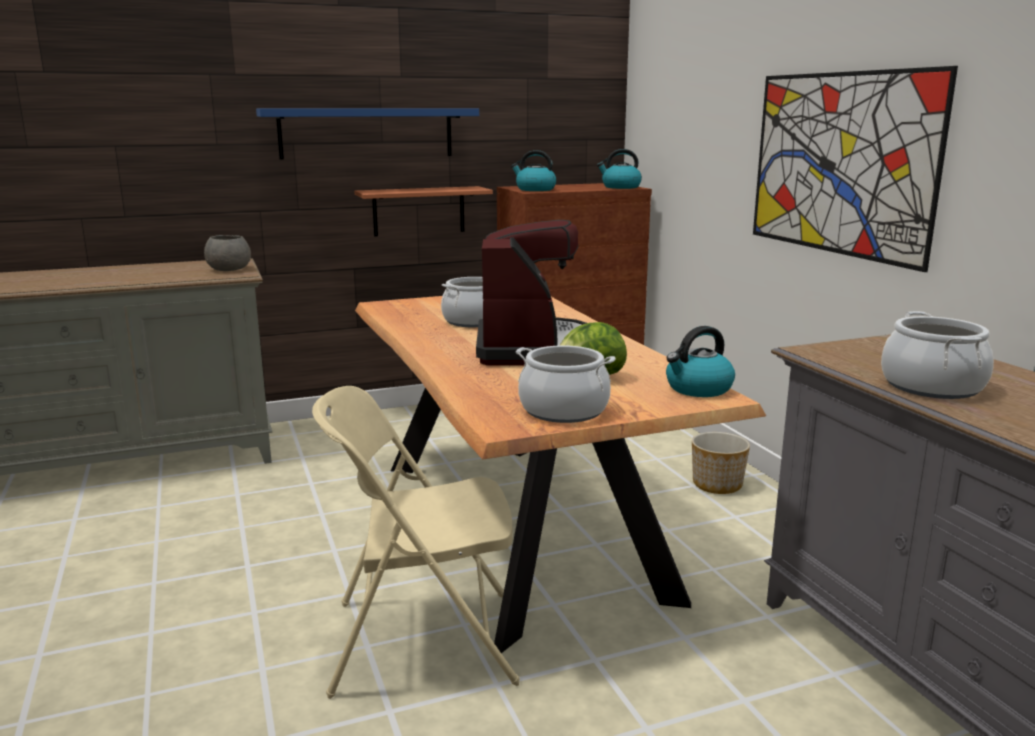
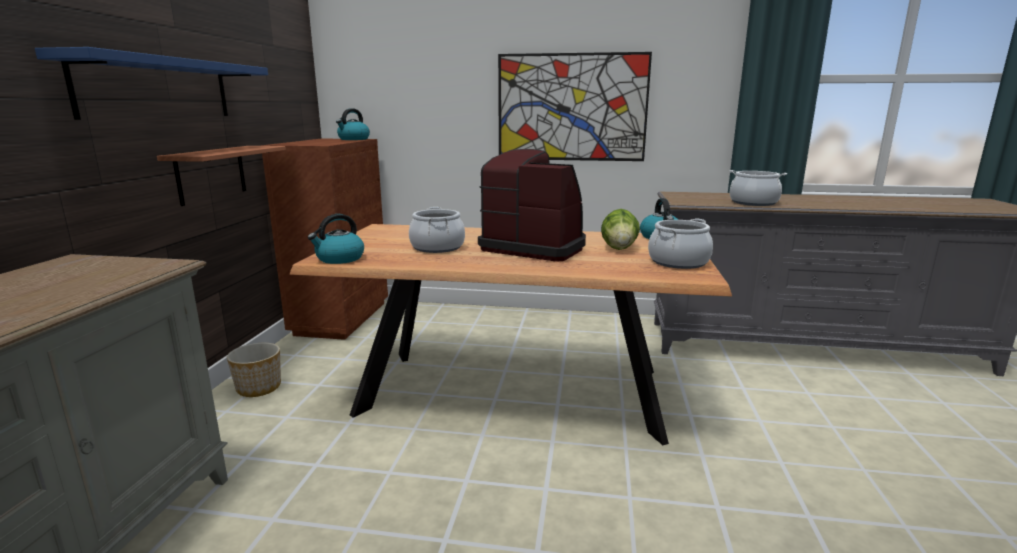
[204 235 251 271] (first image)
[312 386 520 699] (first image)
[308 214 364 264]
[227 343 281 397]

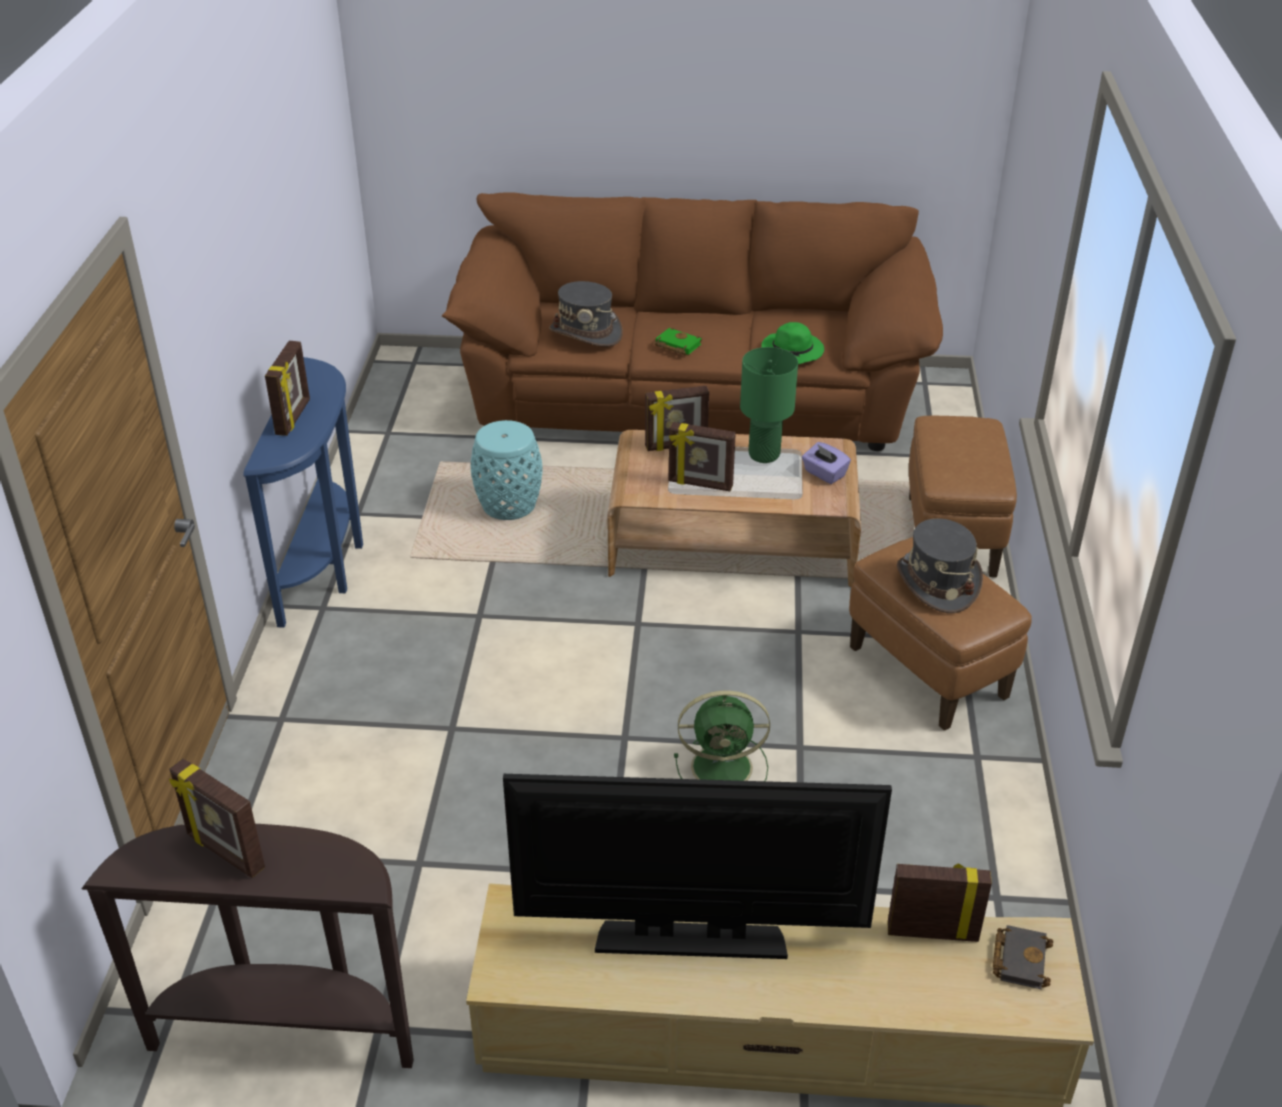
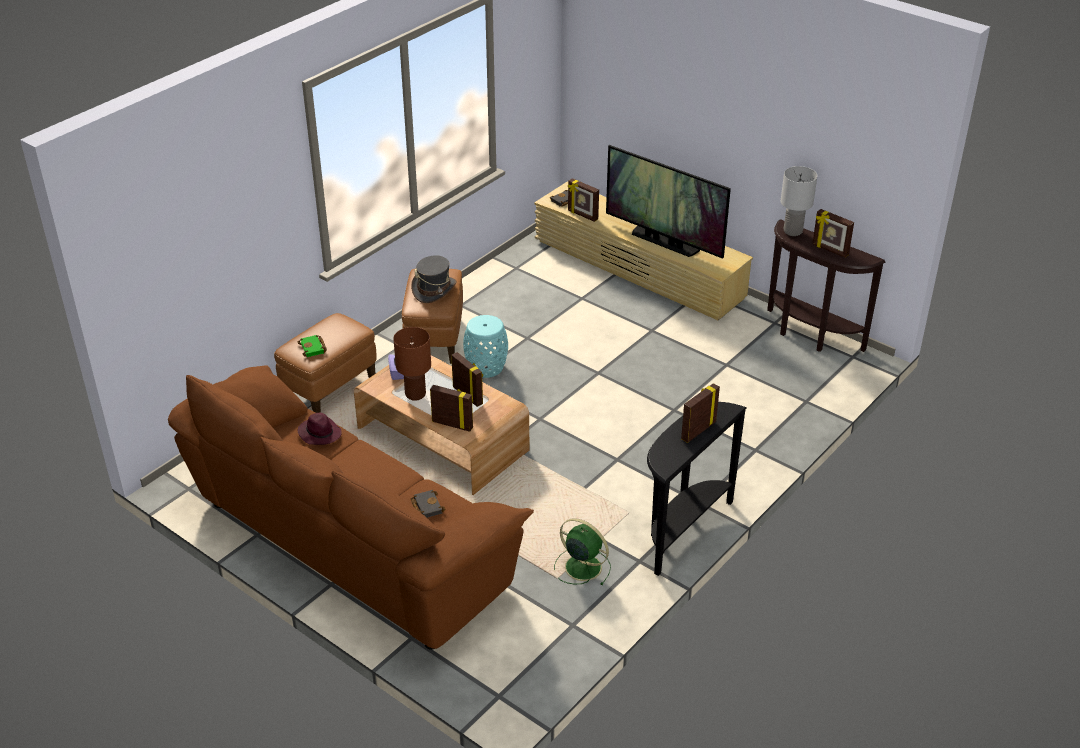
[812 209 854 258]
[647 402 747 576]
[463 315 508 378]
[410 490 446 518]
[298 335 327 357]
[554 518 611 586]
[393 327 431 401]
[298 413 342 445]
[781 166 817 236]

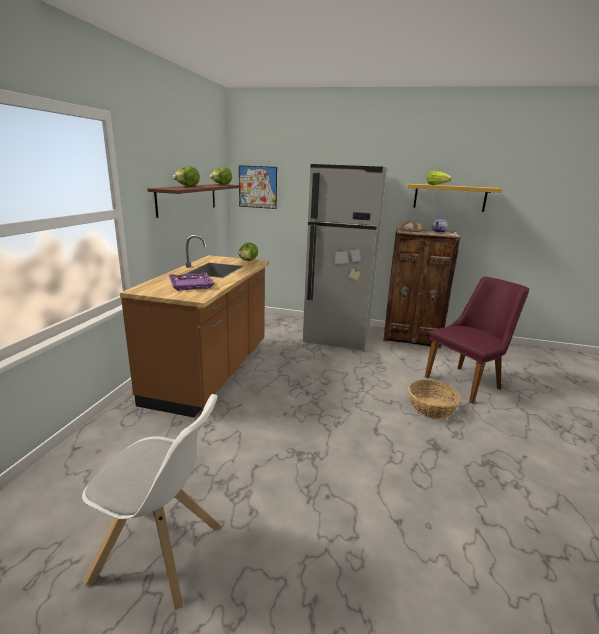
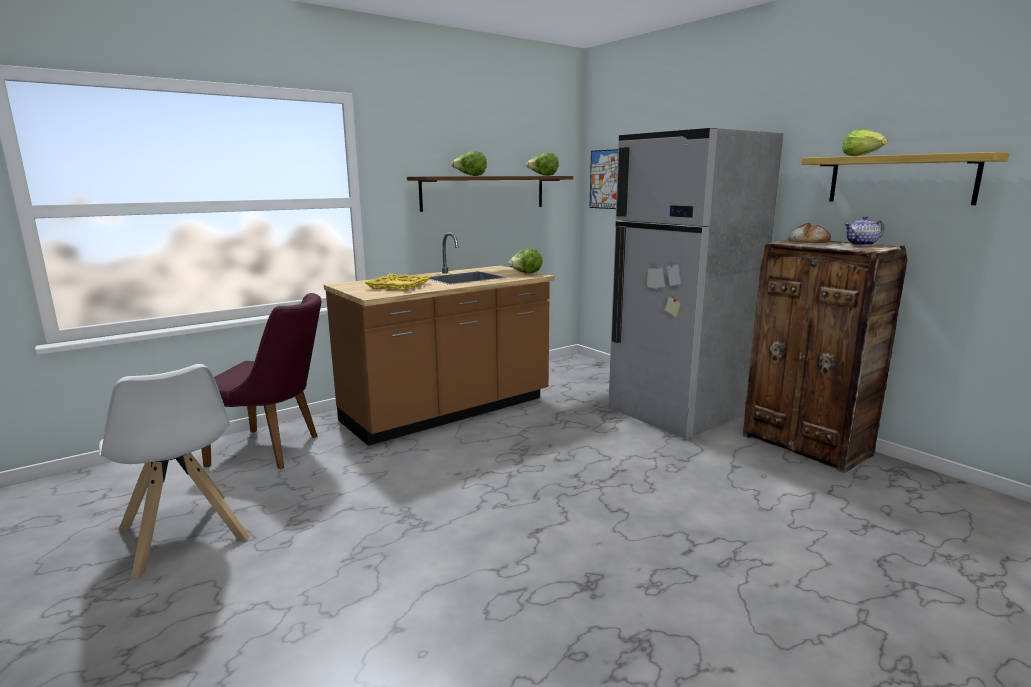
[364 274 432 291]
[408 380 461 419] (first image)
[201 293 321 469]

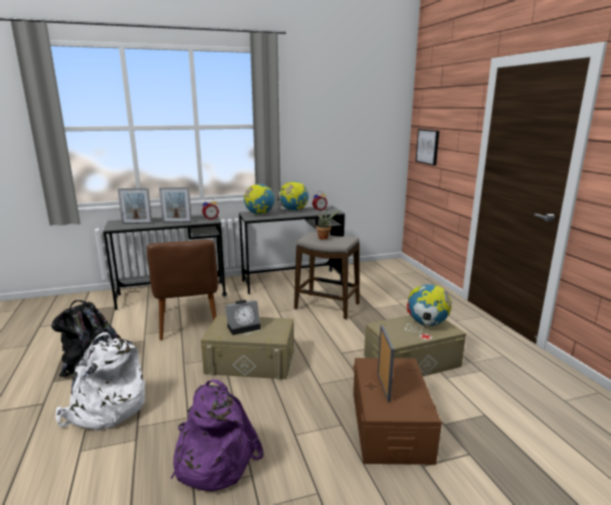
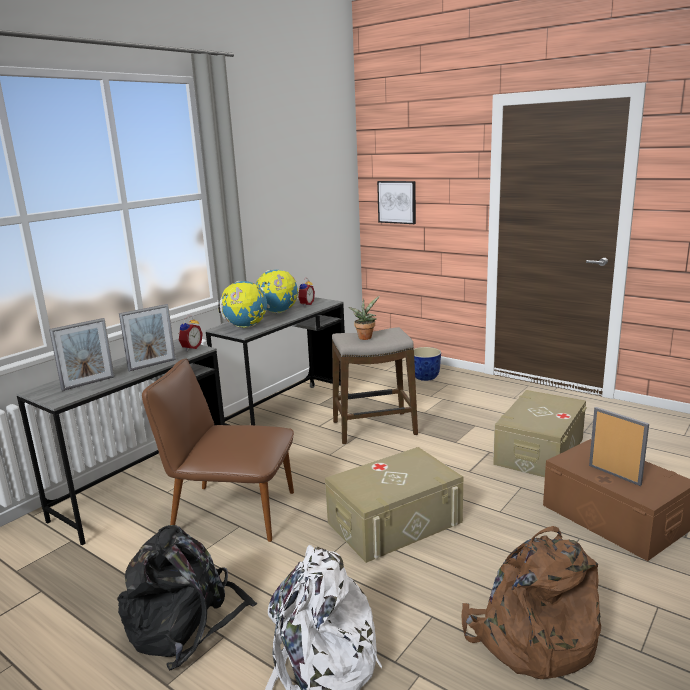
[142 359 294 542]
[462 526 601 679]
[225 300 261 335] (first image)
[407 284 452 326] (first image)
[414 347 441 381]

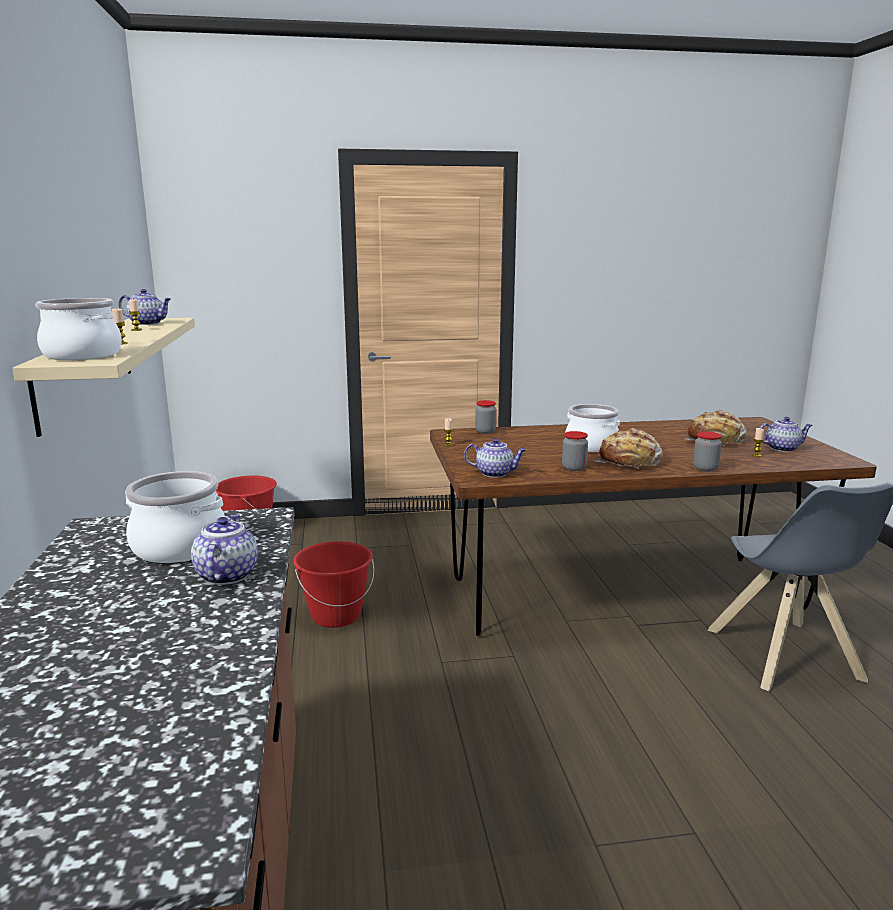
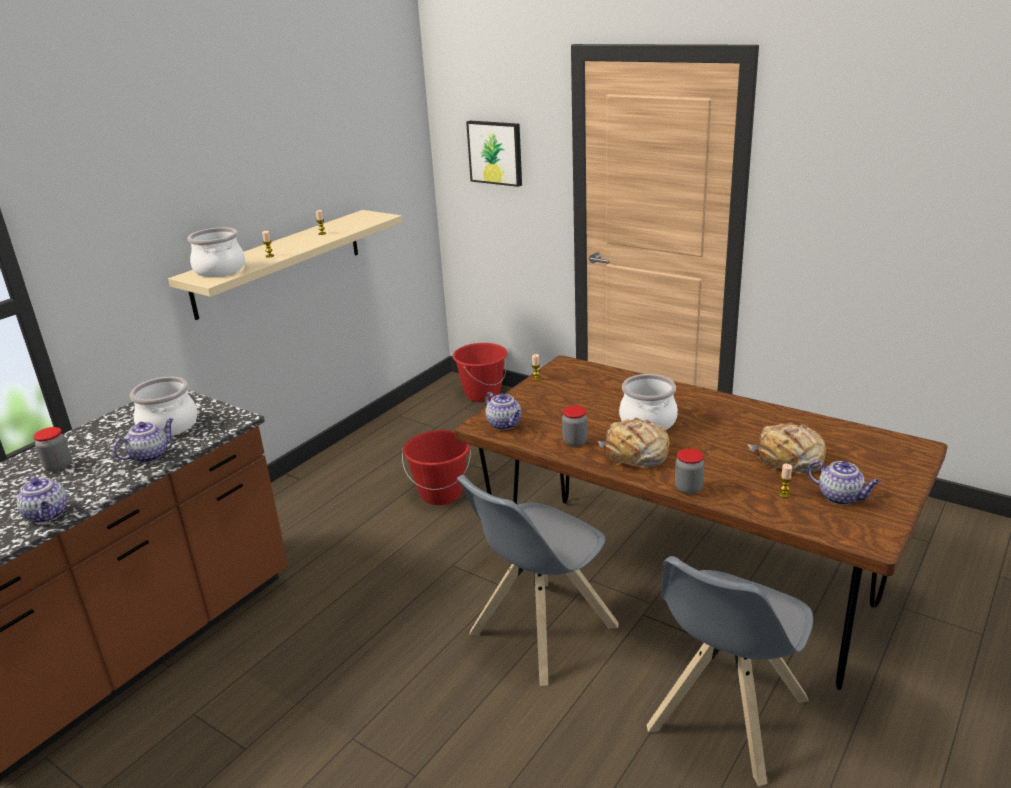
[17 474 68 523]
[33 427 72 472]
[457 475 619 686]
[466 121 522 187]

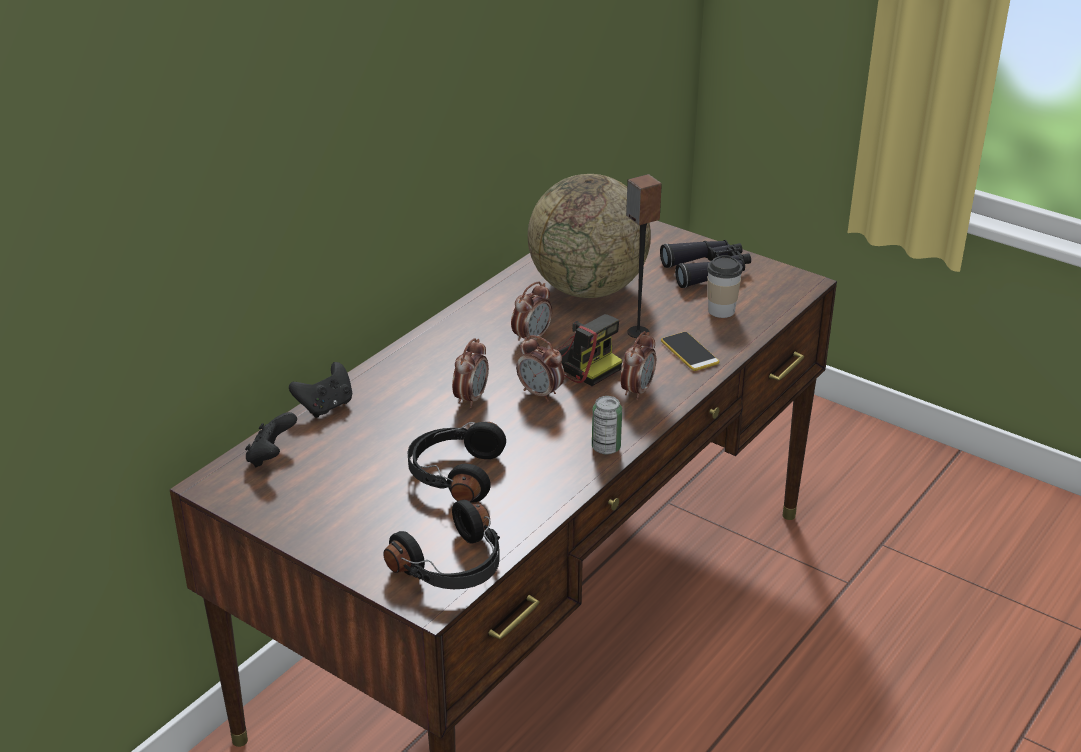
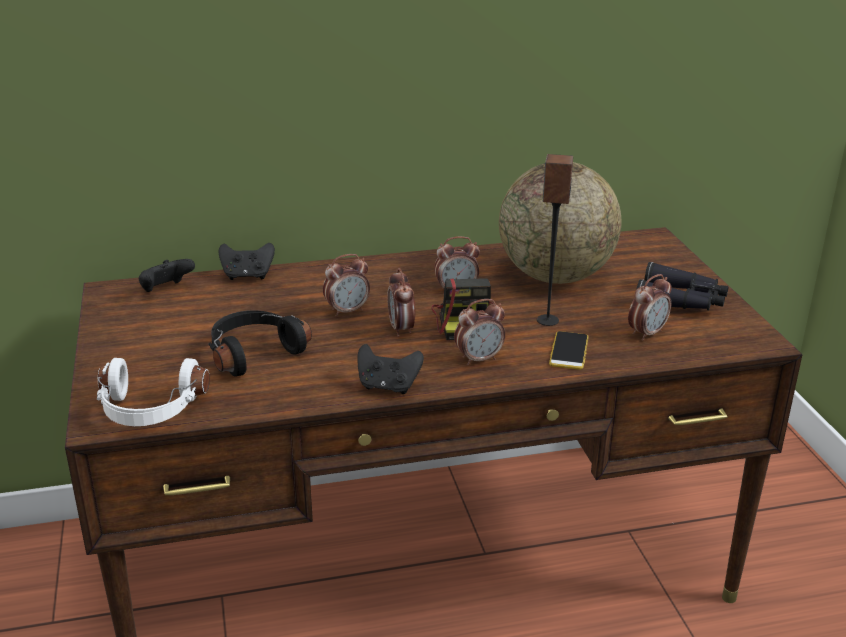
[97 358 210 426]
[357 344 424 394]
[628 274 672 341]

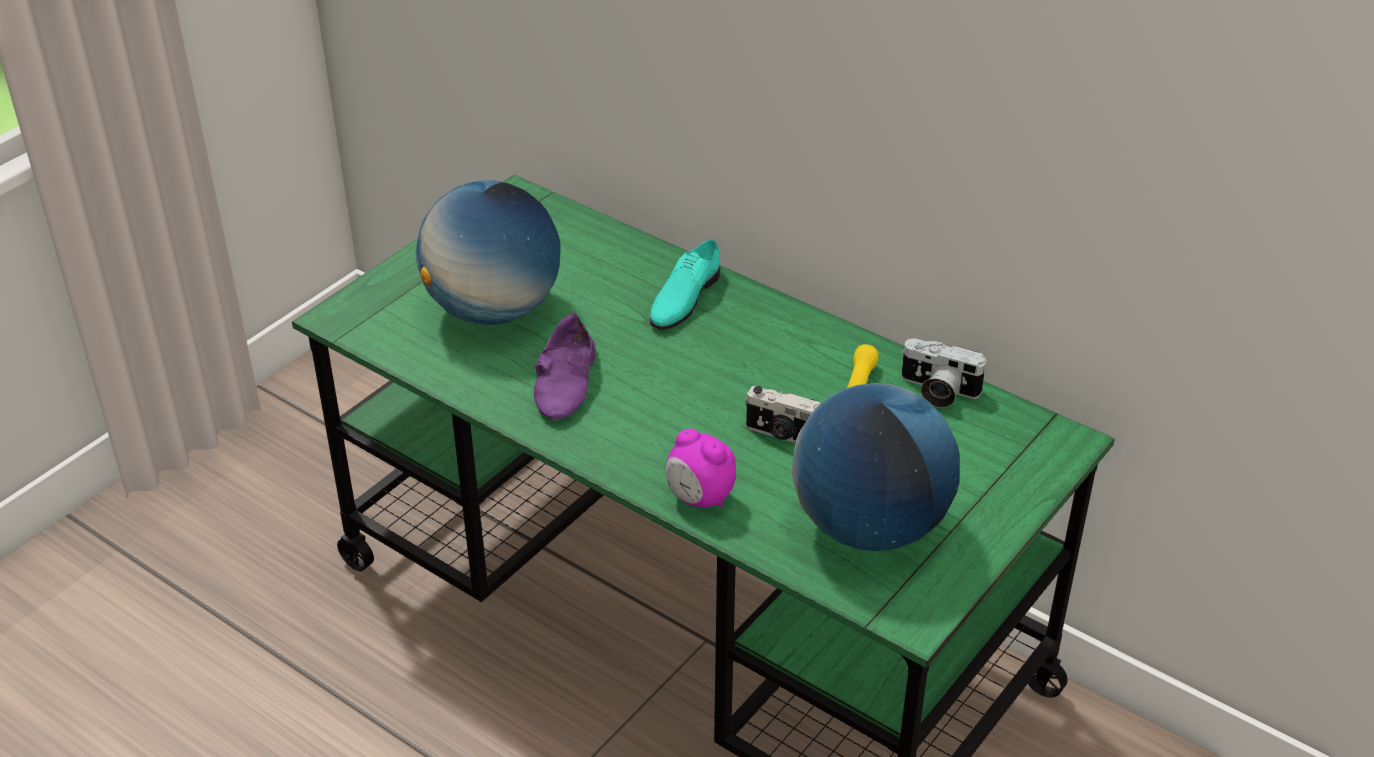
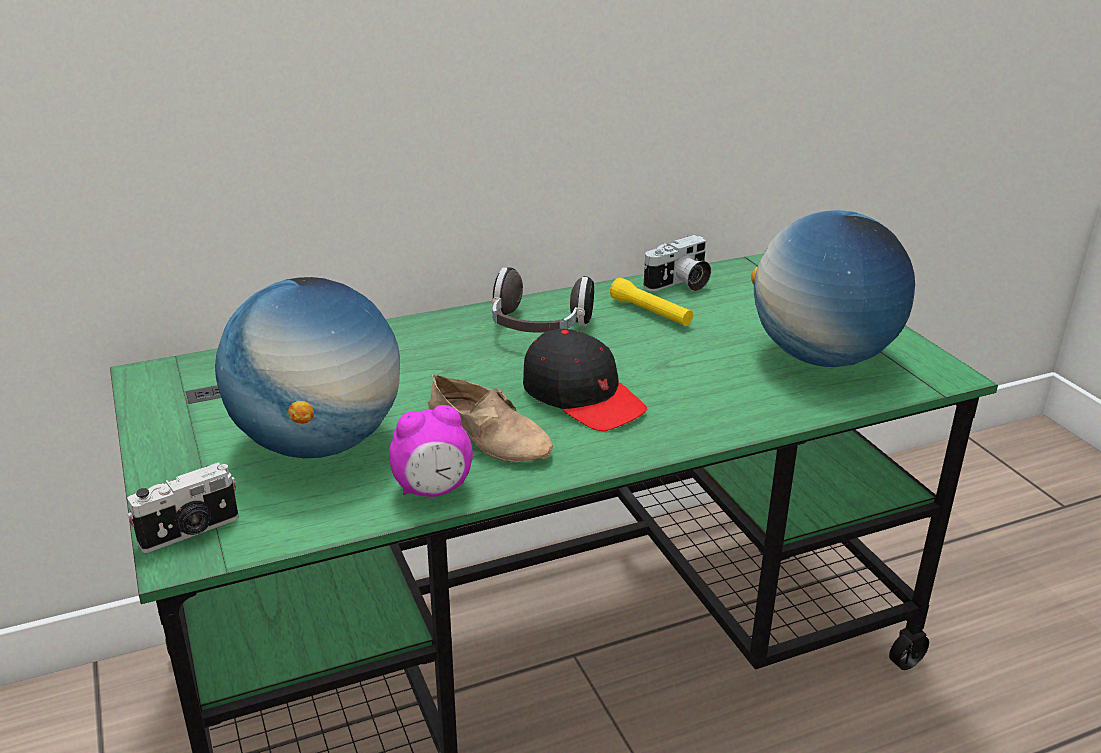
[428 373 553 463]
[650 239 720 329] (first image)
[389 405 473 497]
[127 462 239 553]
[491 267 594 333]
[523 329 647 431]

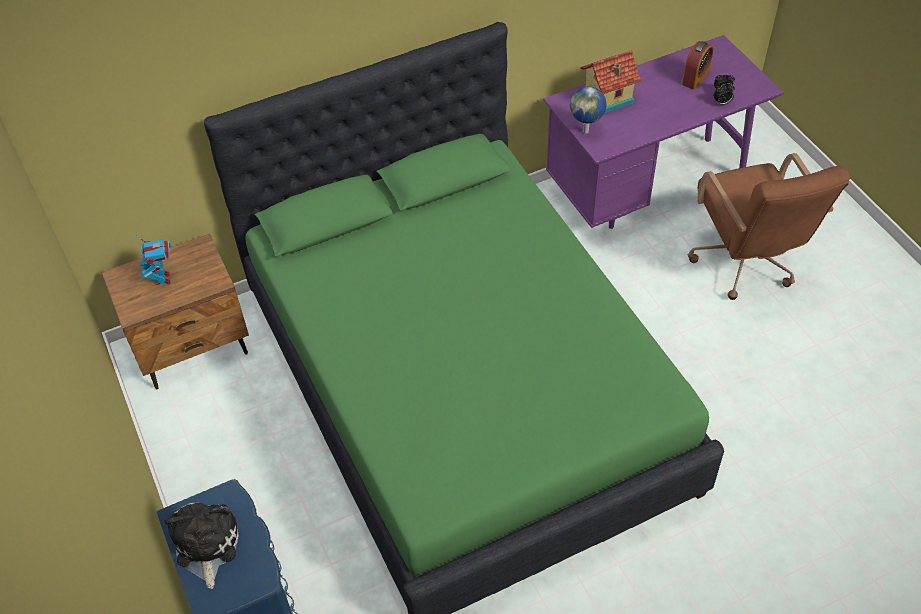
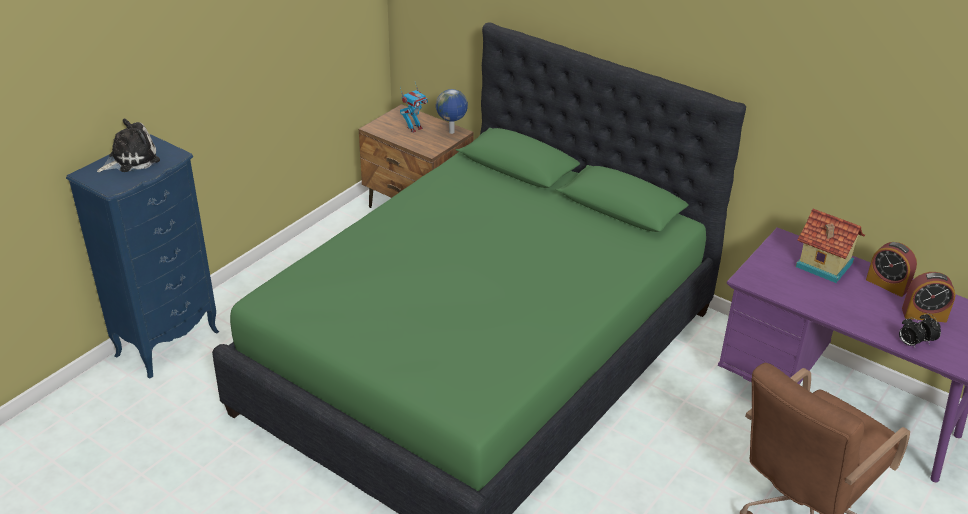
[436 89 468 134]
[866 242 917 297]

